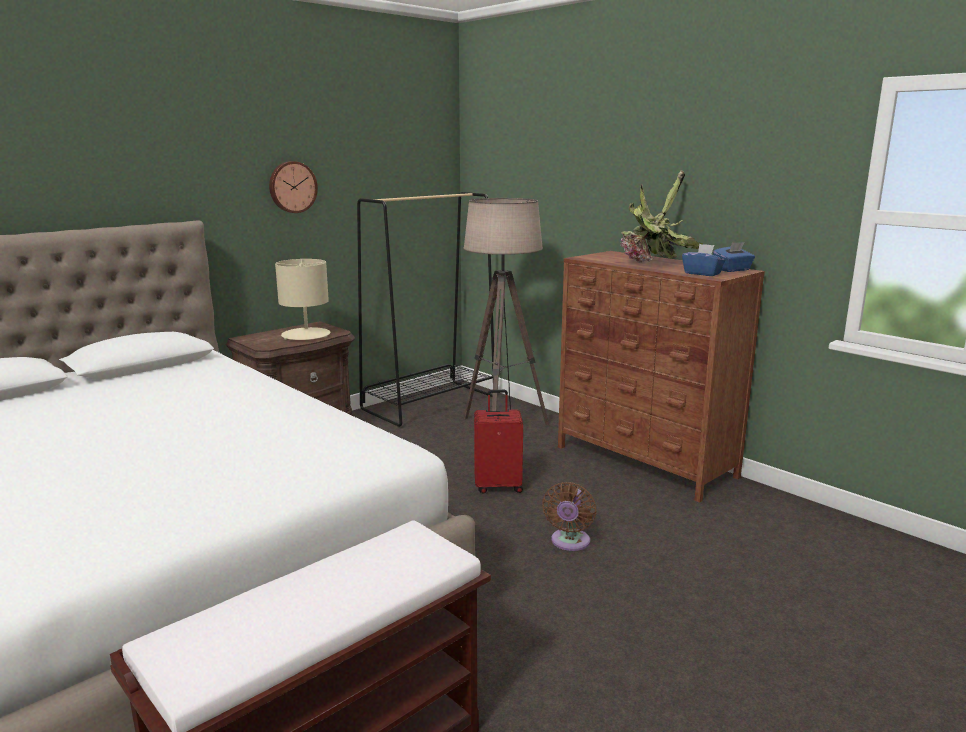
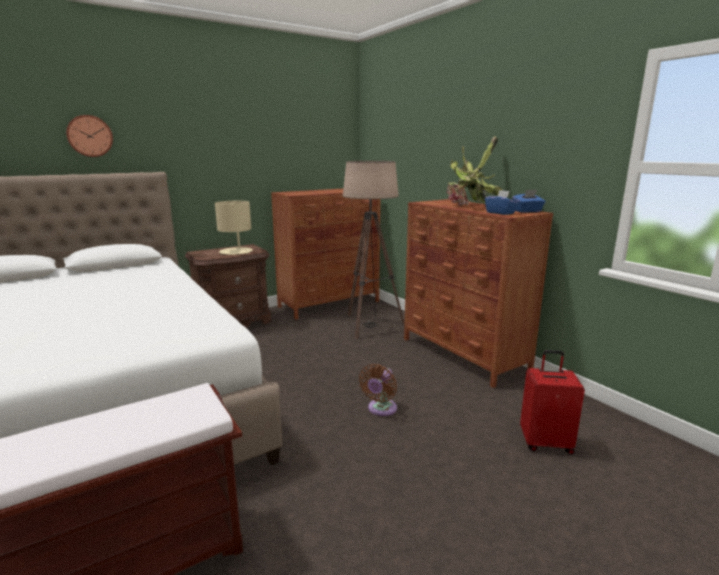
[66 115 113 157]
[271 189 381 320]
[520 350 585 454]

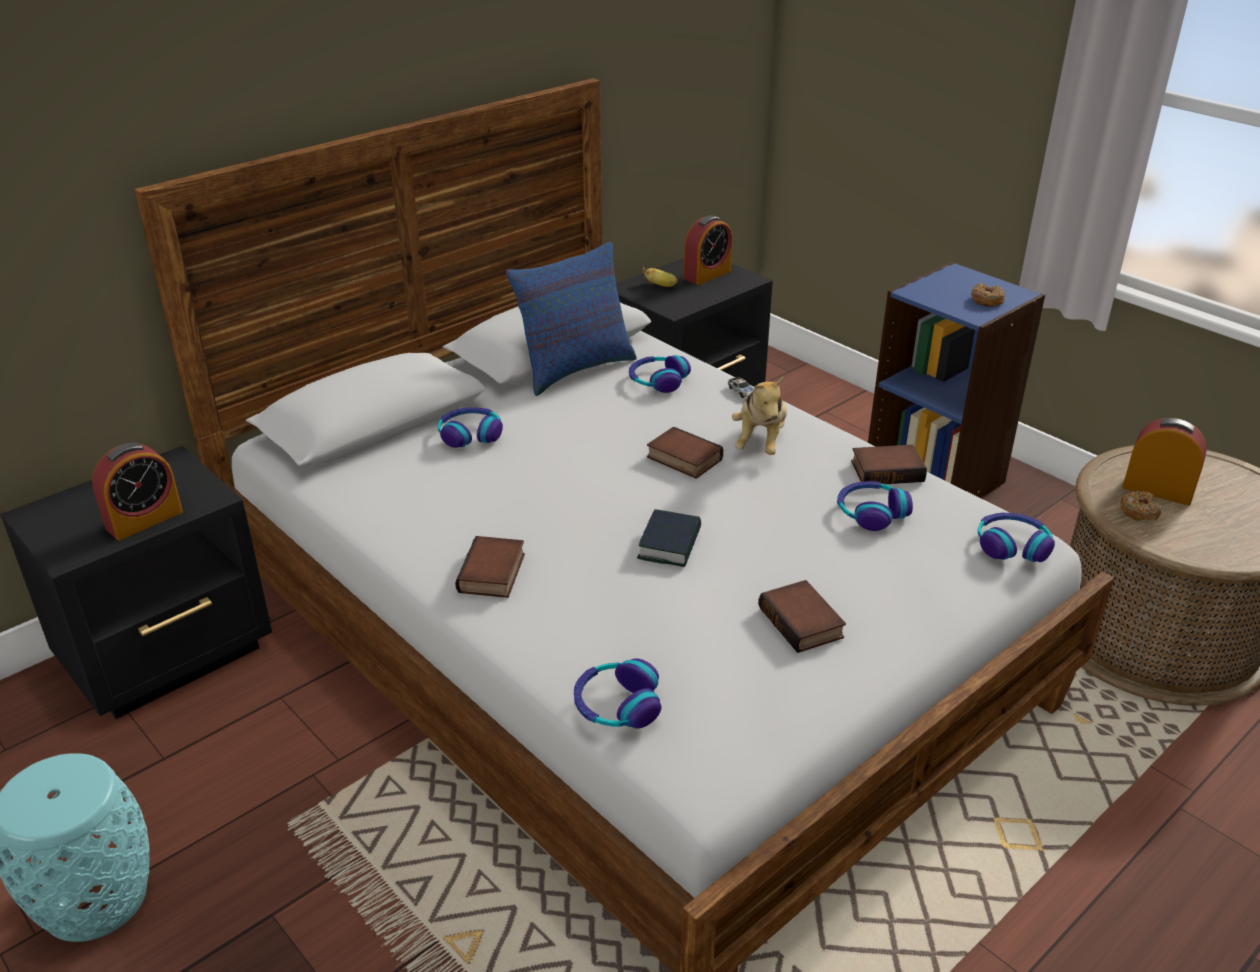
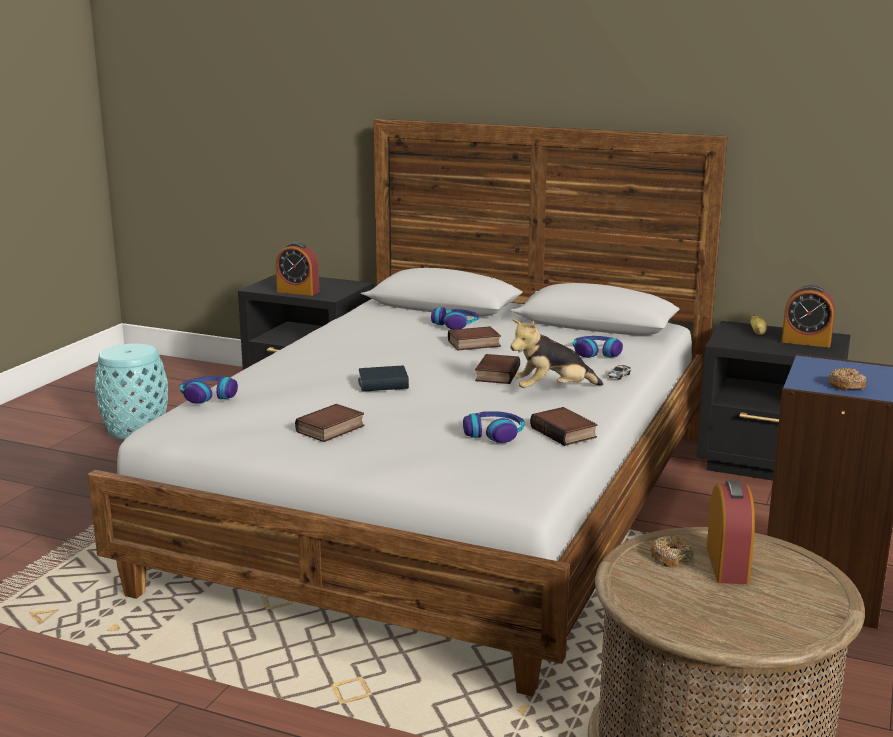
[448 326 501 350]
[506 242 637 396] (first image)
[978 513 1055 562] (first image)

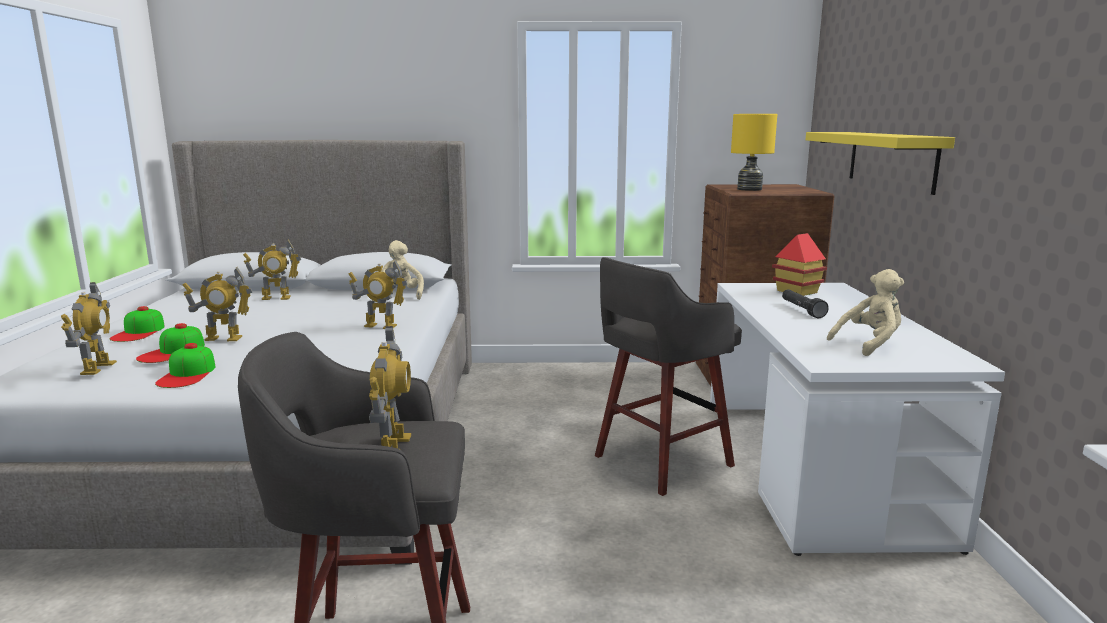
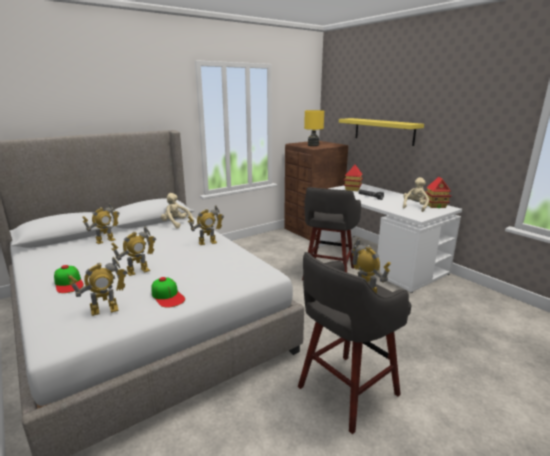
[68 257 128 316]
[136 323 205 363] (first image)
[425 177 451 208]

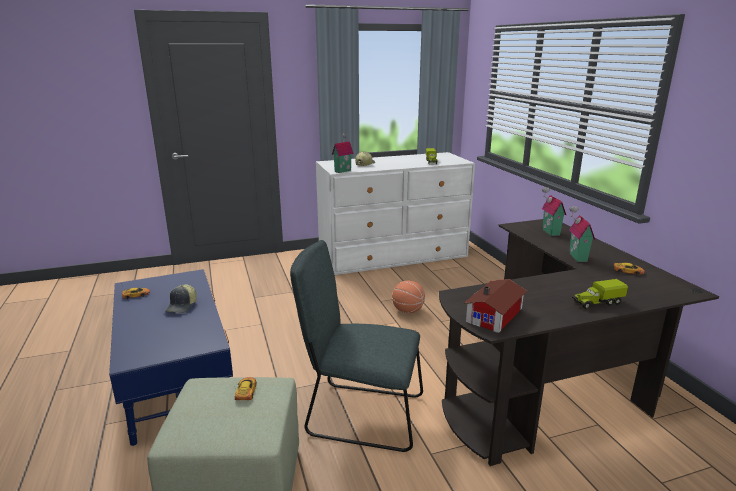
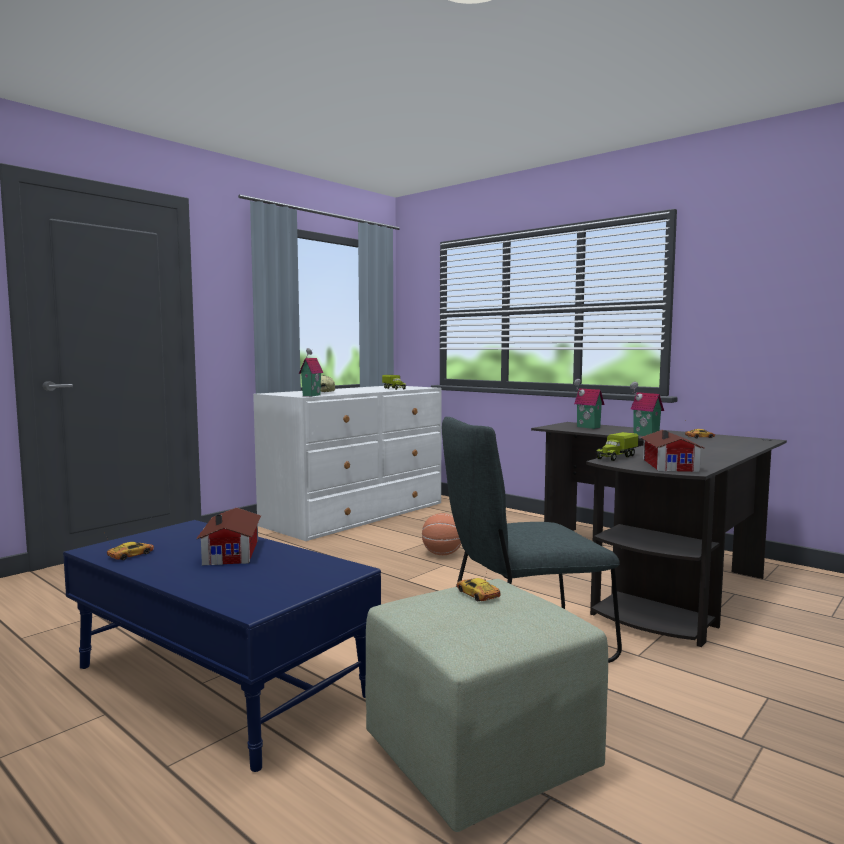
[196 508 261 565]
[595 432 639 461]

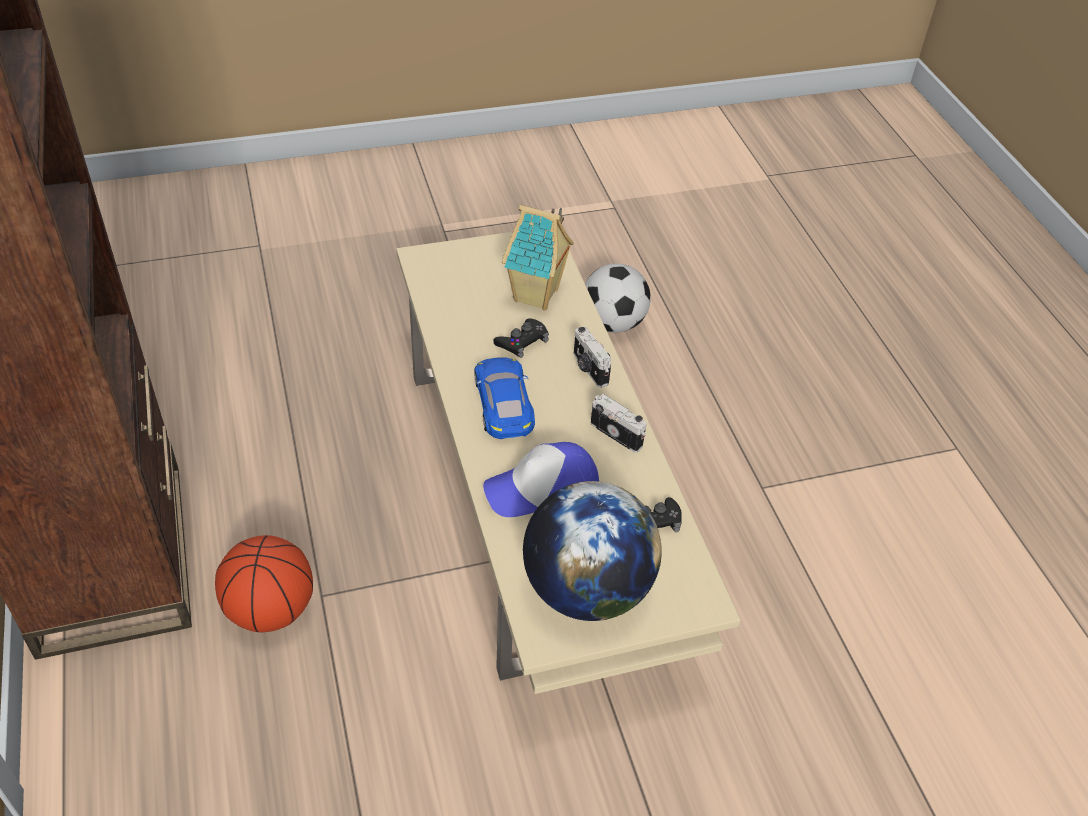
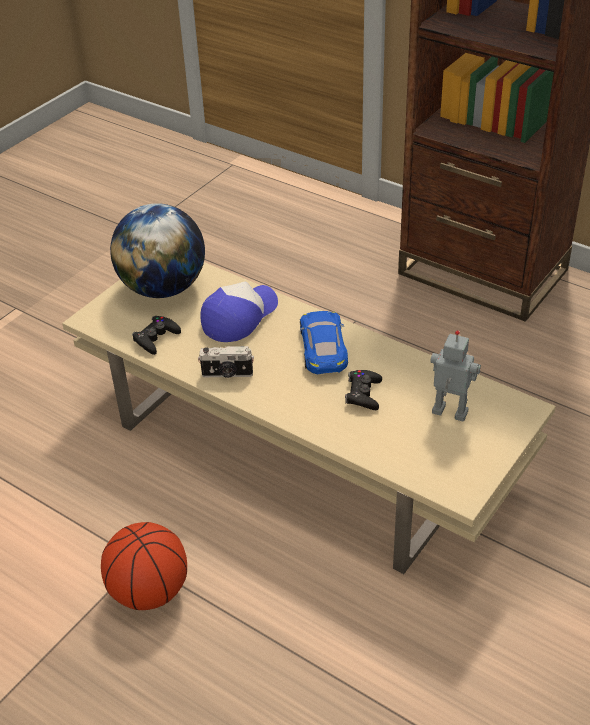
[101 522 187 610]
[300 311 348 374]
[502 205 574 310] (first image)
[574 327 611 388] (first image)
[585 264 651 333] (first image)
[431 330 481 421]

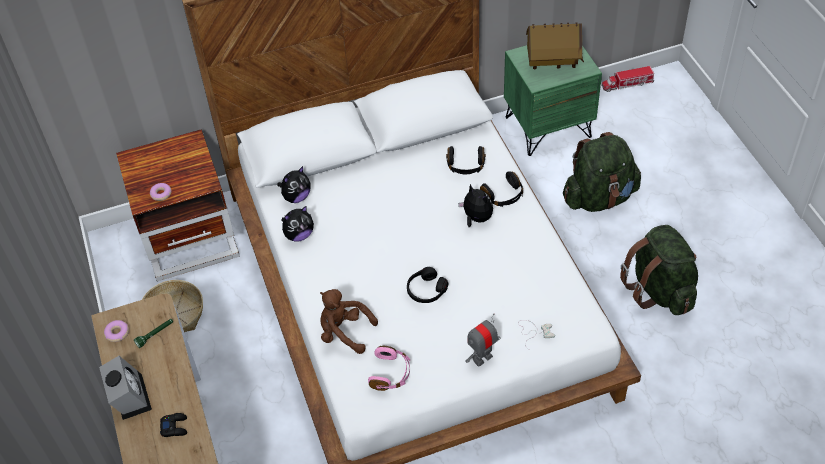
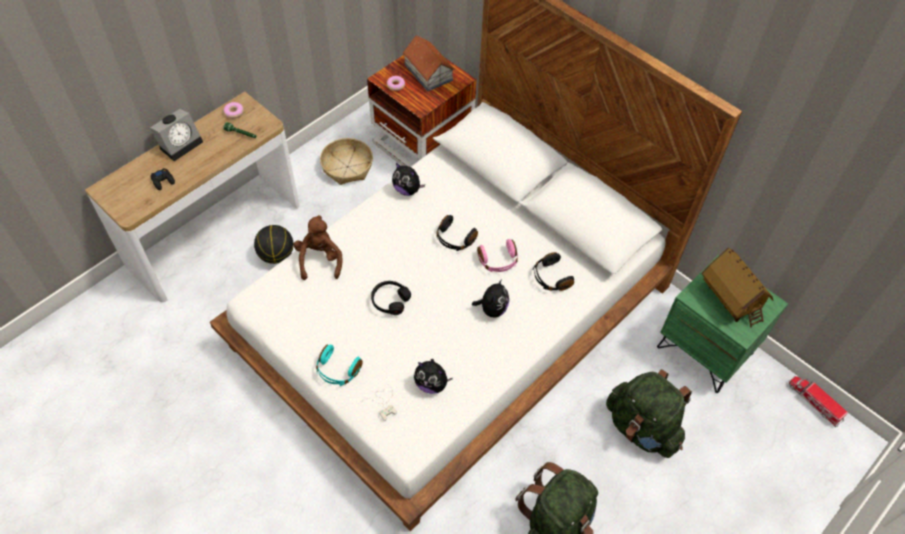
[414 359 453 394]
[477 239 518 272]
[316 345 363 386]
[437 215 478 251]
[254 225 294 264]
[402 35 455 91]

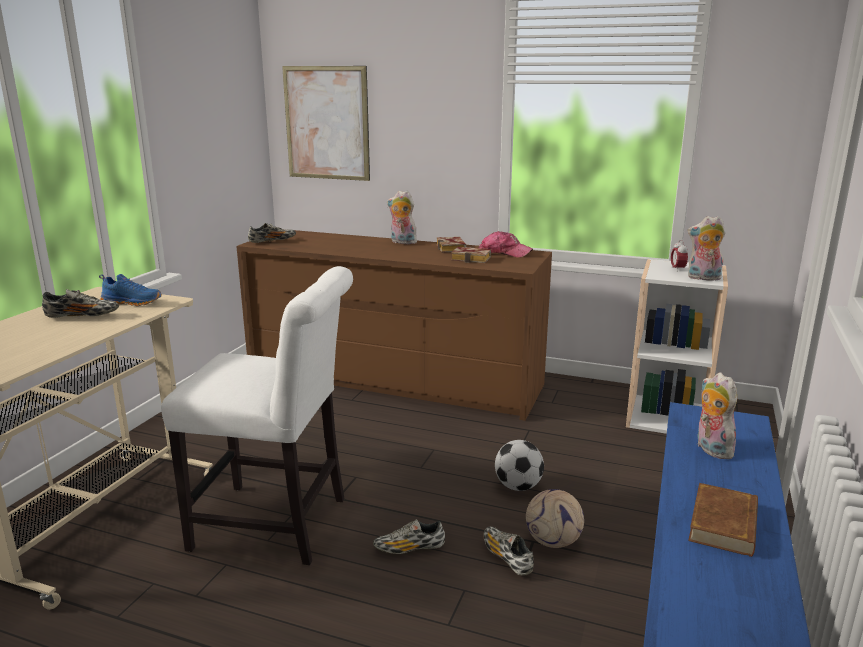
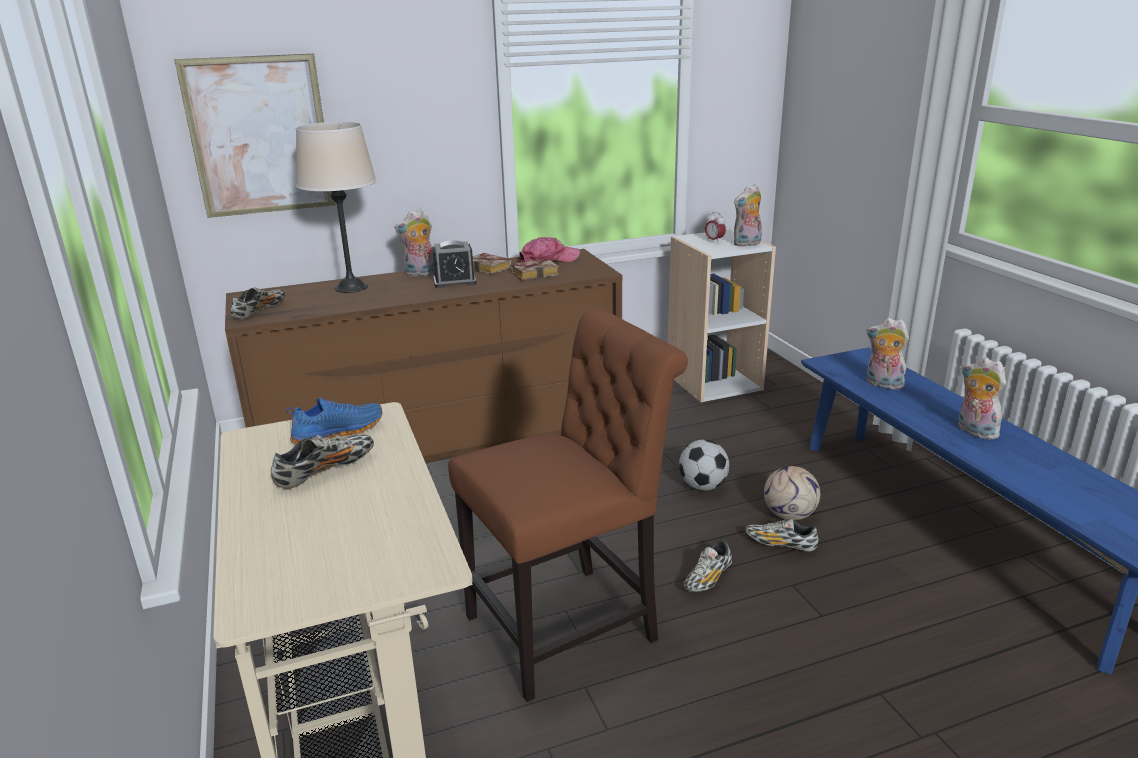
[448 309 688 702]
[958 357 1006 440]
[296 122 377 293]
[432 240 476 288]

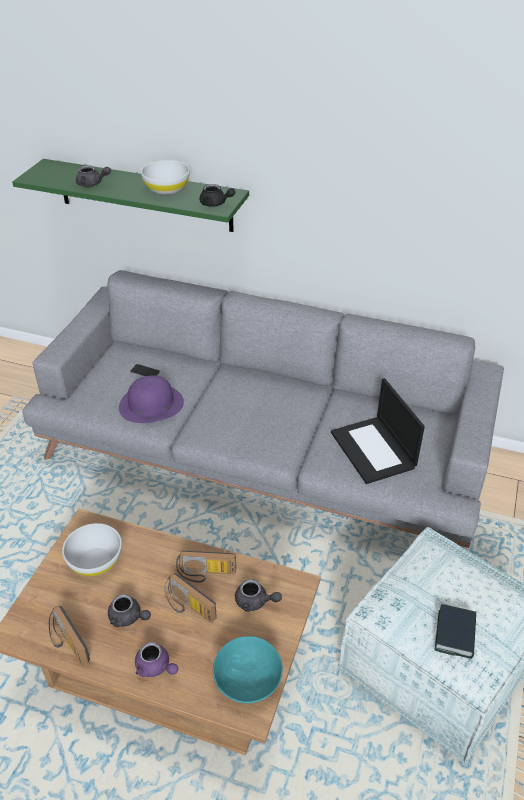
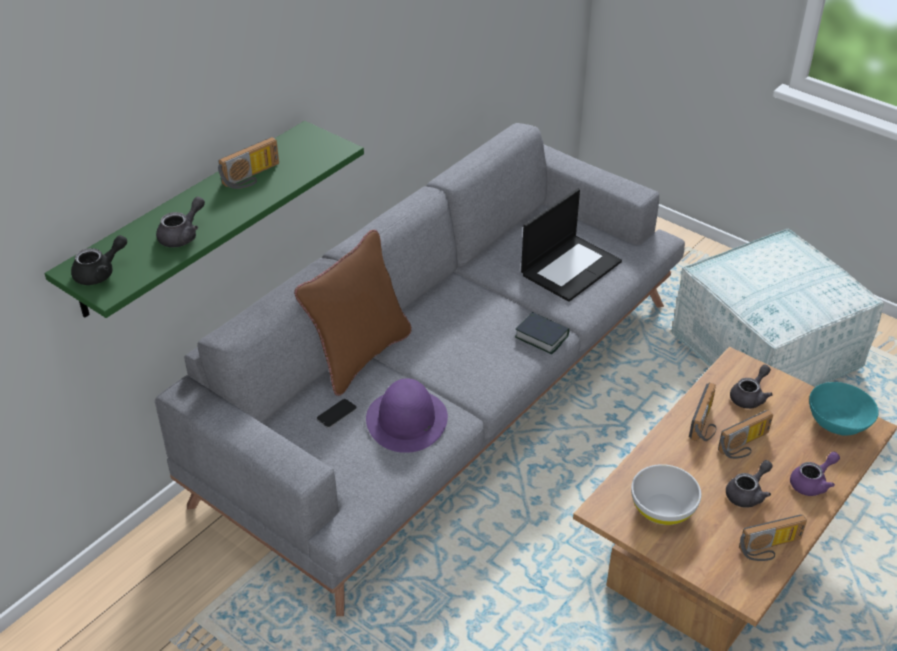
[218 137 279 189]
[71 235 127 285]
[521 188 622 302]
[515 312 569 354]
[294 230 412 396]

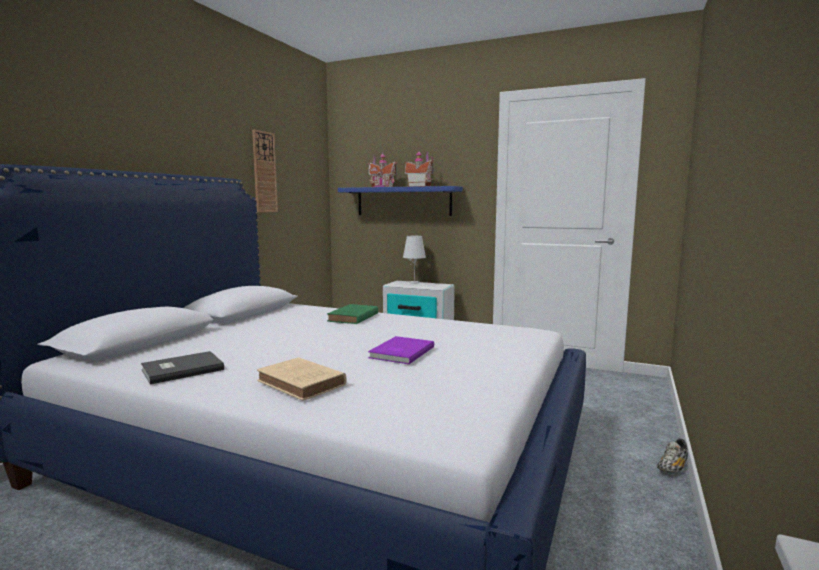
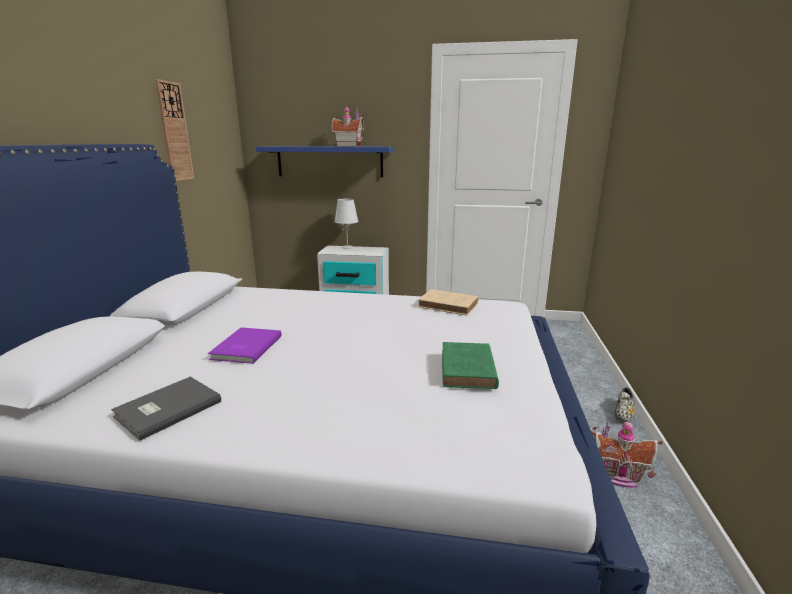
[418 289 478 316]
[442 342 499 389]
[591 419 662 488]
[208 327 282 364]

